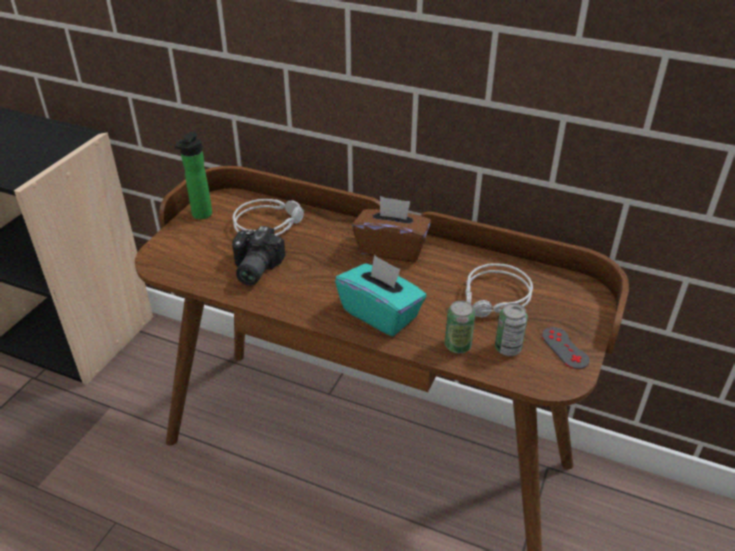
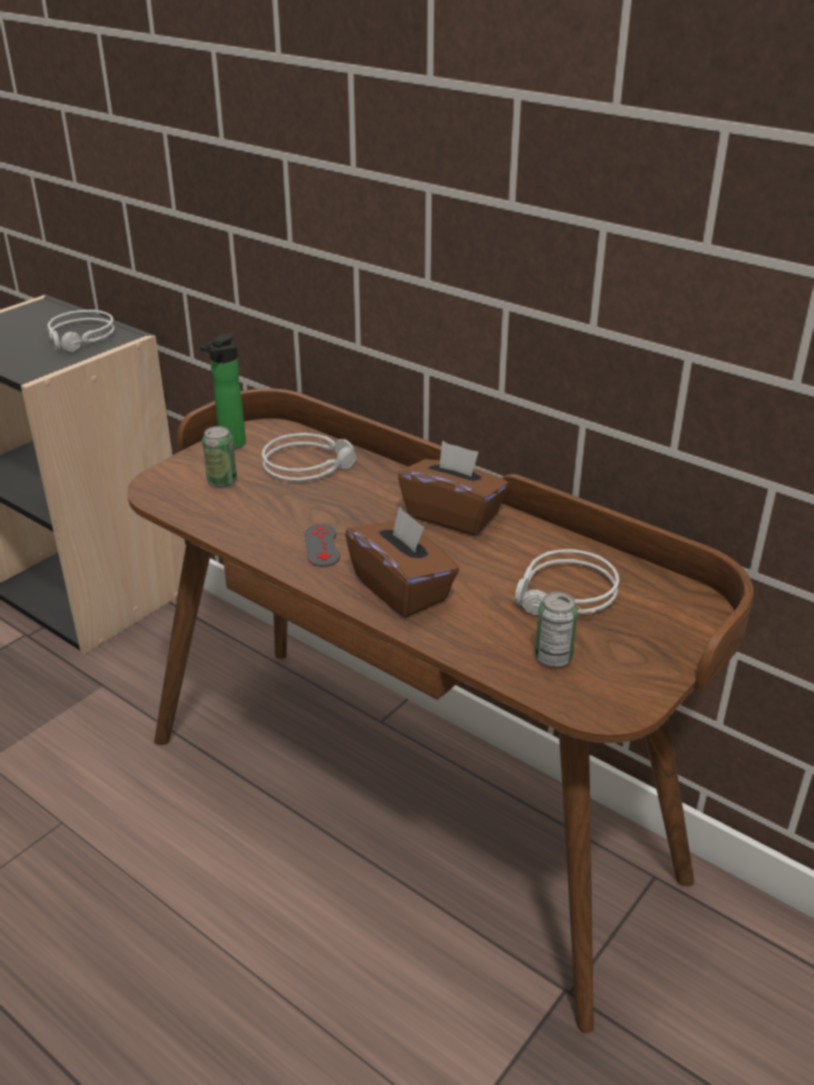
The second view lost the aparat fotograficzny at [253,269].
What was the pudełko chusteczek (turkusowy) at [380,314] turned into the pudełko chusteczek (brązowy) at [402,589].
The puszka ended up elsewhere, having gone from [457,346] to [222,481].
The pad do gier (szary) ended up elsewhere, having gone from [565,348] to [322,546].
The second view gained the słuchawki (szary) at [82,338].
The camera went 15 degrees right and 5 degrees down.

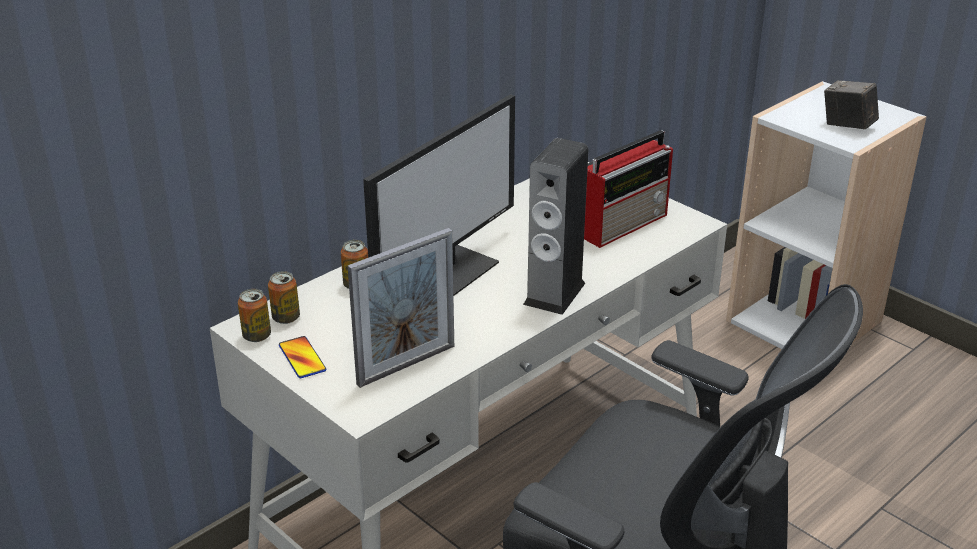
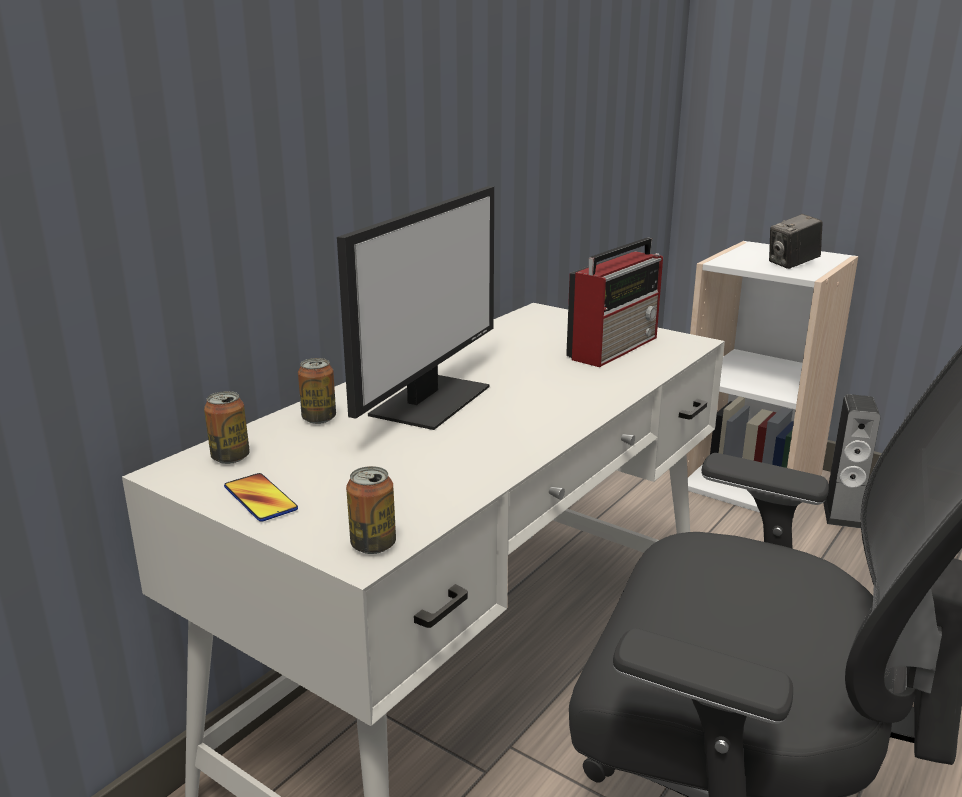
The aparat fotograficzny at [847,126] ended up facing another way, 60 degrees counterclockwise from before.
The głośnik ended up elsewhere, having gone from [554,293] to [842,514].
The second view lost the ramka na zdjęcie at [406,365].
The puszka ended up elsewhere, having gone from [256,336] to [373,545].
The camera went 10 degrees left and 10 degrees down.

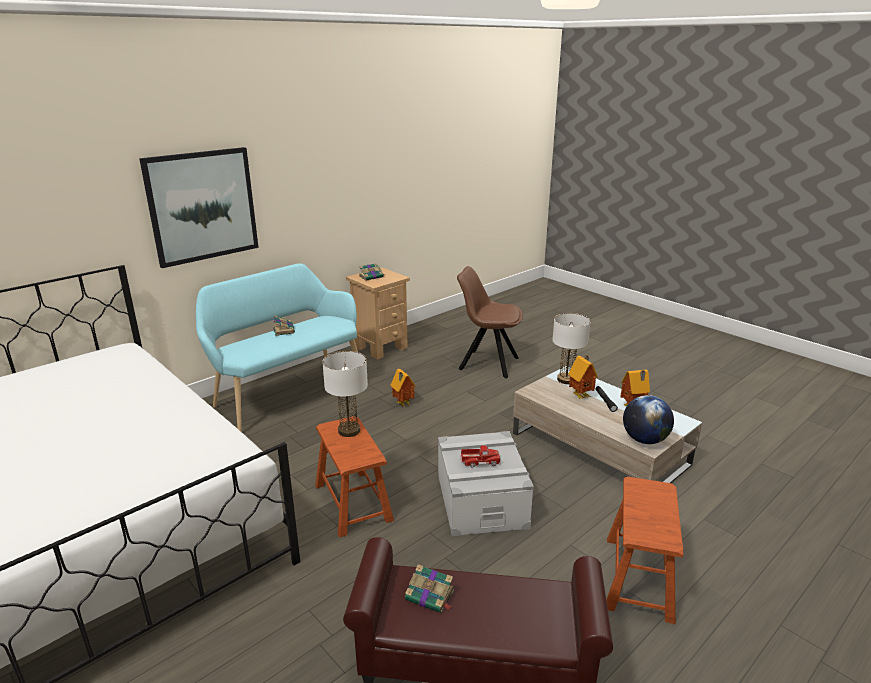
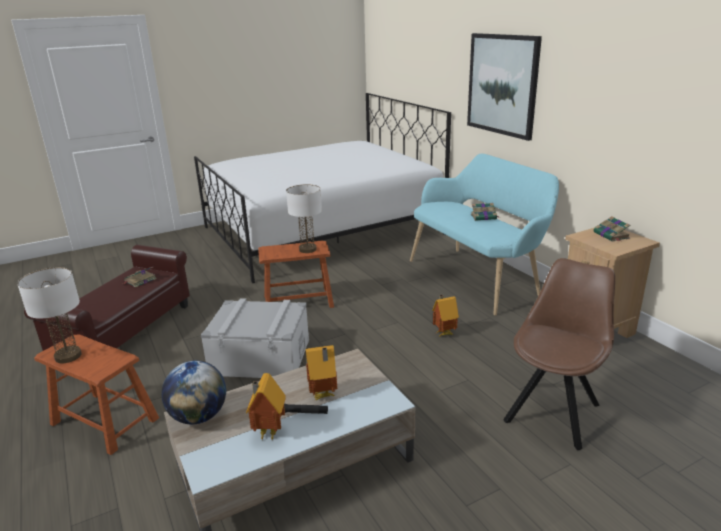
The lampa stołowa ended up elsewhere, having gone from [566,380] to [68,356].
The second view lost the ciężarówka zabawkowa at [480,461].
The camera went 105 degrees right and 0 degrees up.

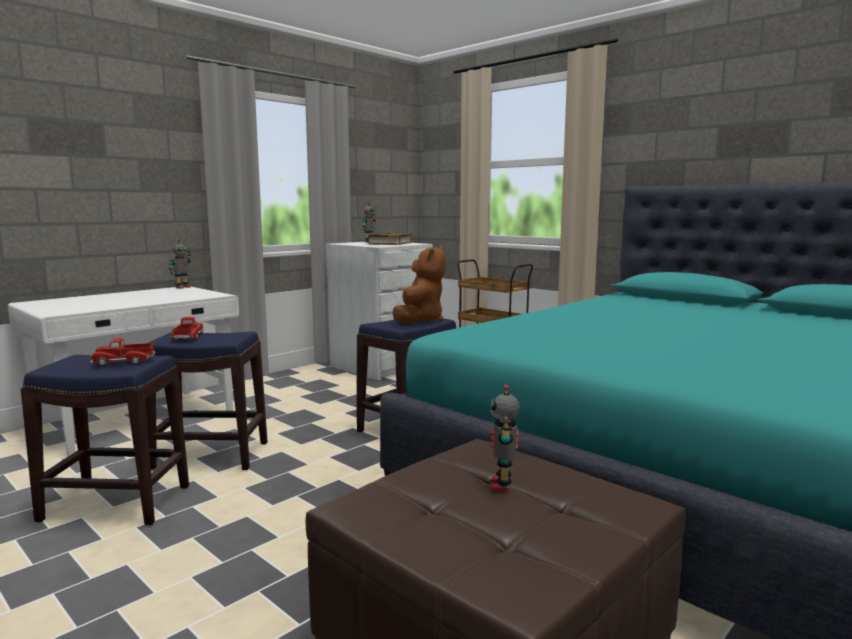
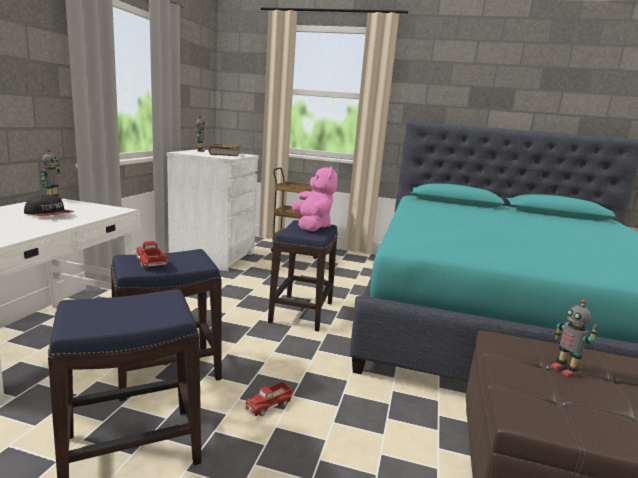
What was the pluszak (brązowy) at [419,320] turned into the pluszak (różowy) at [312,226].
The ciężarówka zabawkowa ended up elsewhere, having gone from [124,362] to [268,405].
The second view gained the czapka z daszkiem at [49,214].
The camera went 30 degrees left and 5 degrees up.

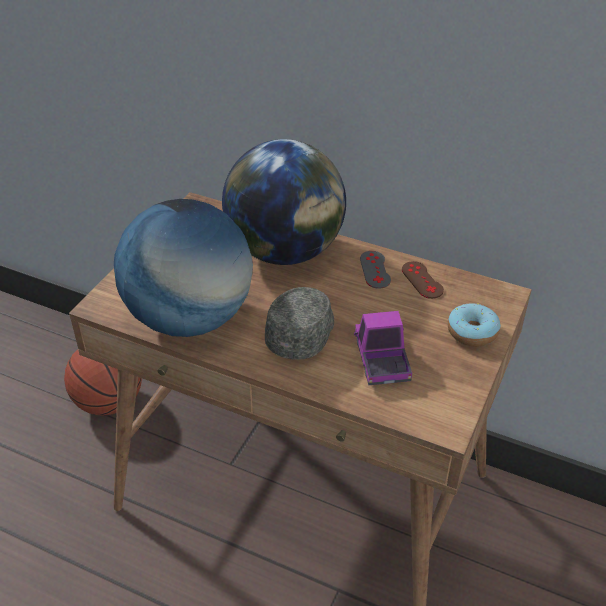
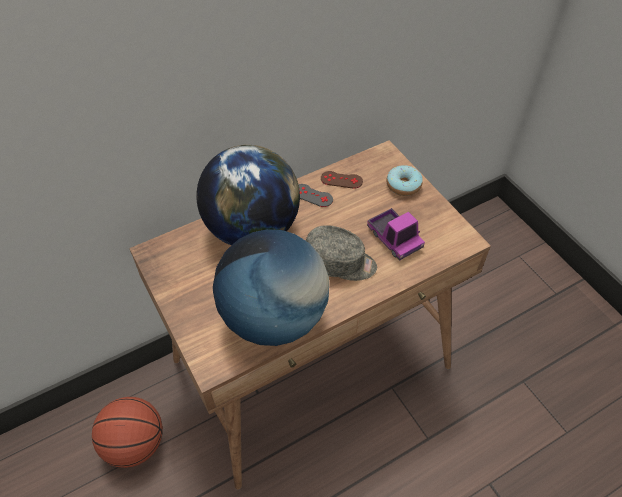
The czapka z daszkiem (szary) at [303,332] ended up facing another way, 135 degrees clockwise from before.
The ciężarówka zabawkowa at [381,360] ended up facing another way, 150 degrees counterclockwise from before.
The camera went 55 degrees left and 10 degrees up.

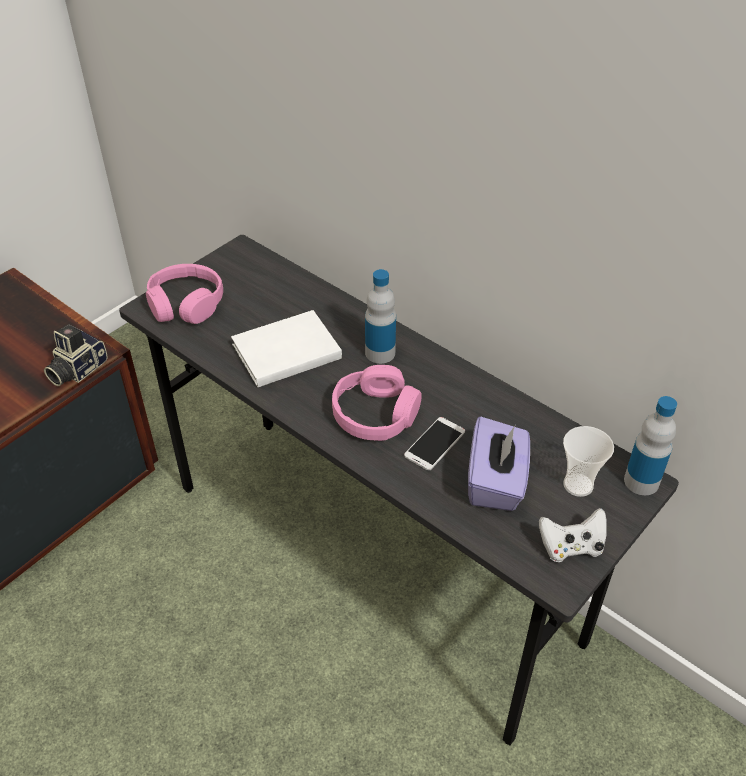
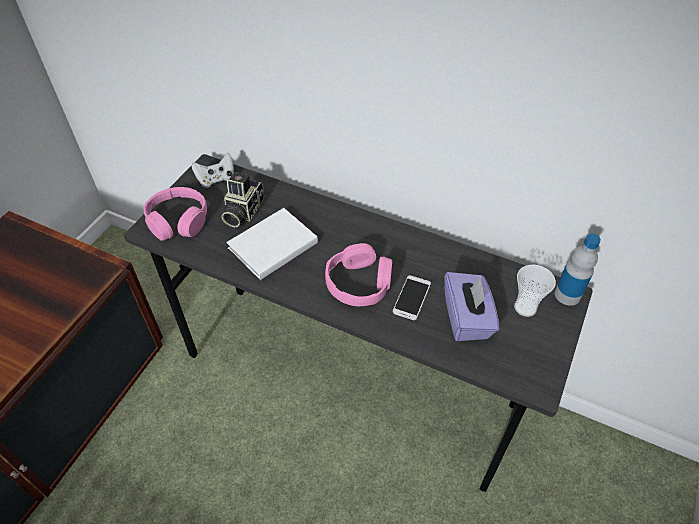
The second view lost the butelka at [380,353].
The aparat fotograficzny ended up elsewhere, having gone from [76,370] to [242,211].
The pad do gier (biały) ended up elsewhere, having gone from [571,547] to [216,179].
The camera went 15 degrees left and 5 degrees up.

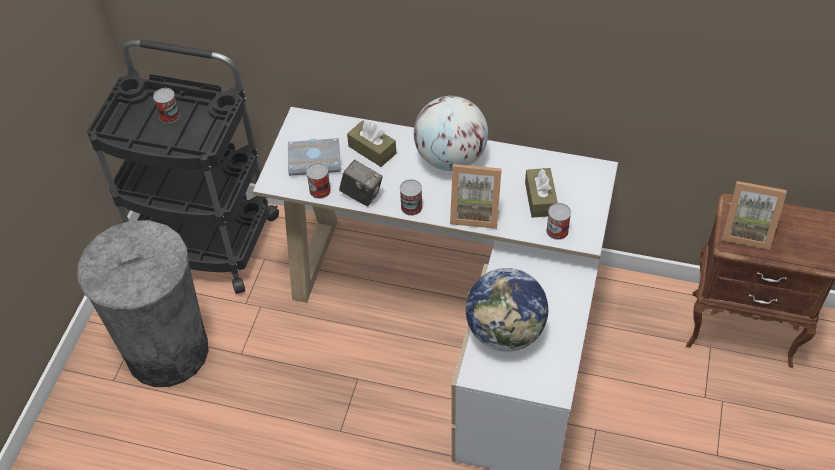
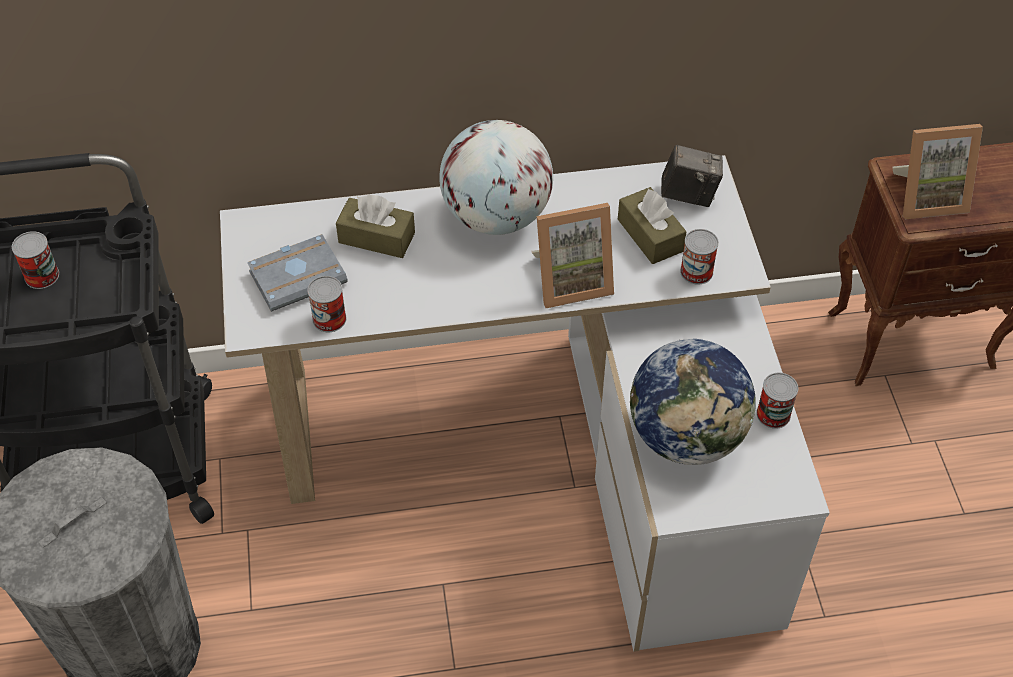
The aparat fotograficzny ended up elsewhere, having gone from [362,195] to [689,195].
The puszka ended up elsewhere, having gone from [411,207] to [773,414].
The camera went 25 degrees left and 0 degrees up.

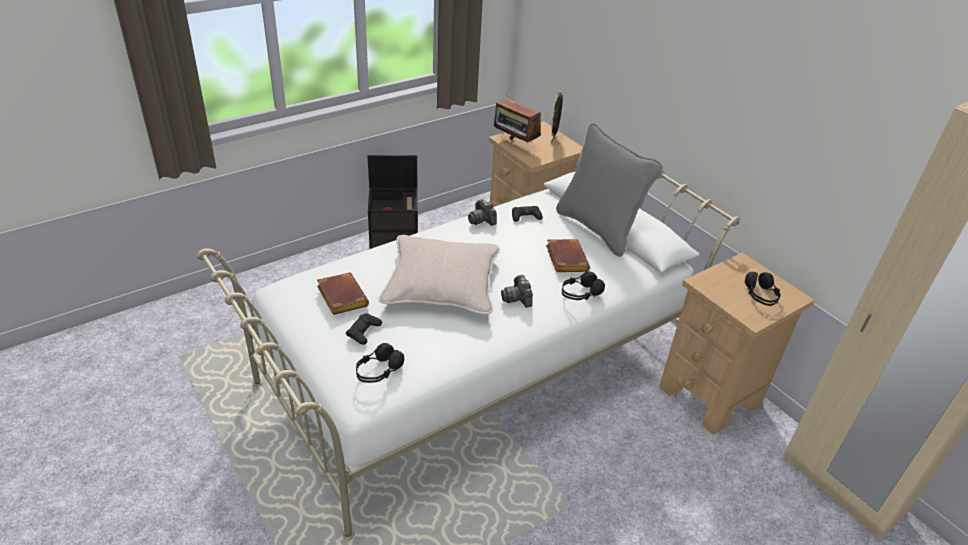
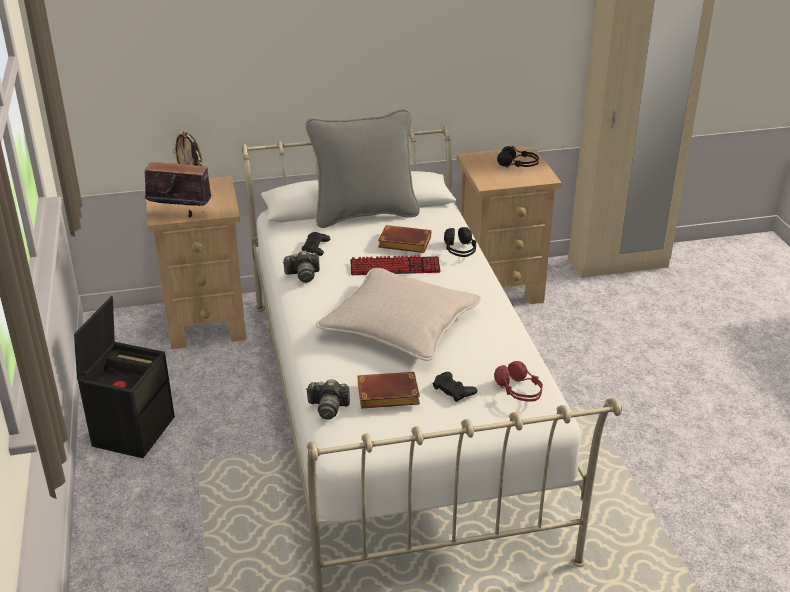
The radio at [515,144] ended up facing another way, 150 degrees counterclockwise from before.
The aparat fotograficzny ended up elsewhere, having gone from [517,298] to [328,407].
What was the słuchawki (czarny) at [378,371] turned into the słuchawki (czerwony) at [519,391].
The second view gained the klawiatura at [395,267].
The camera went 65 degrees left and 5 degrees down.

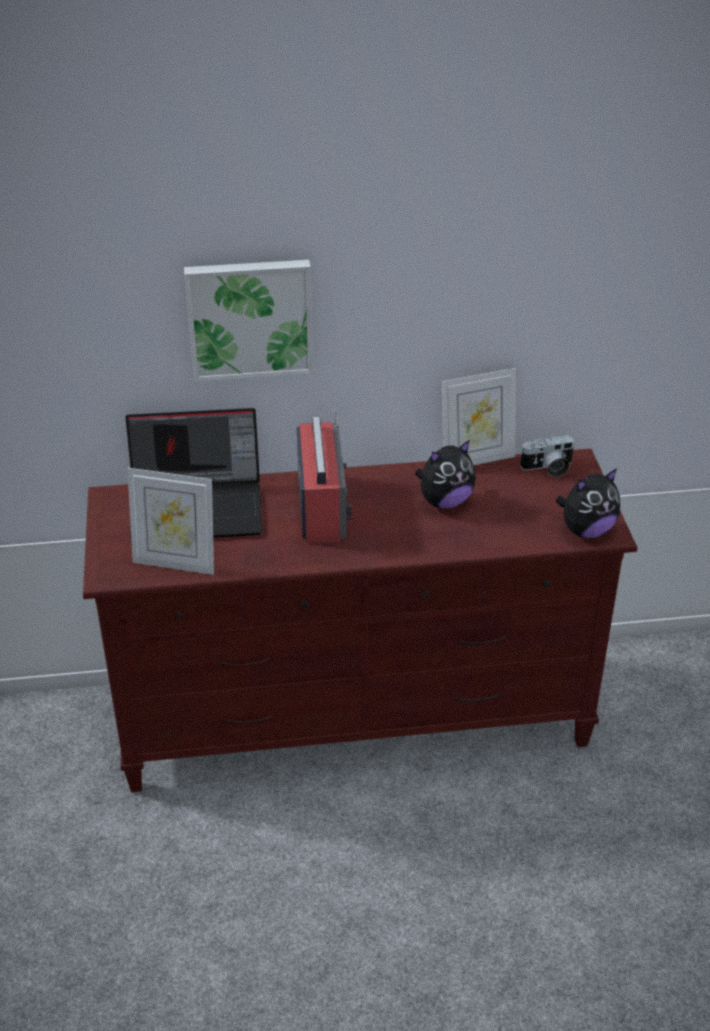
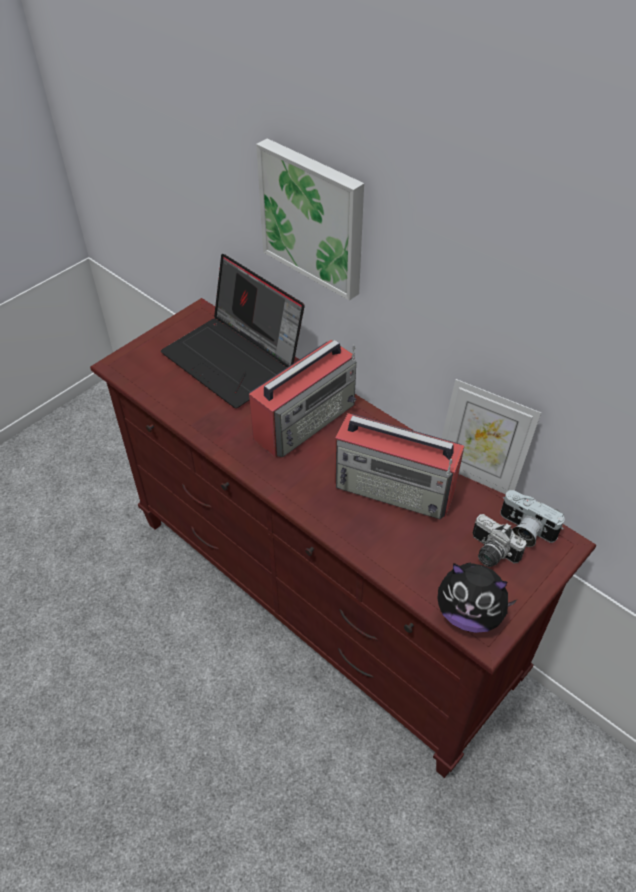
Where the pluszak stood at [444,501], the radio came to stand at [395,489].
The second view lost the ramka na zdjęcie at [175,562].
The second view gained the aparat fotograficzny at [490,553].
The camera went 50 degrees right and 10 degrees up.

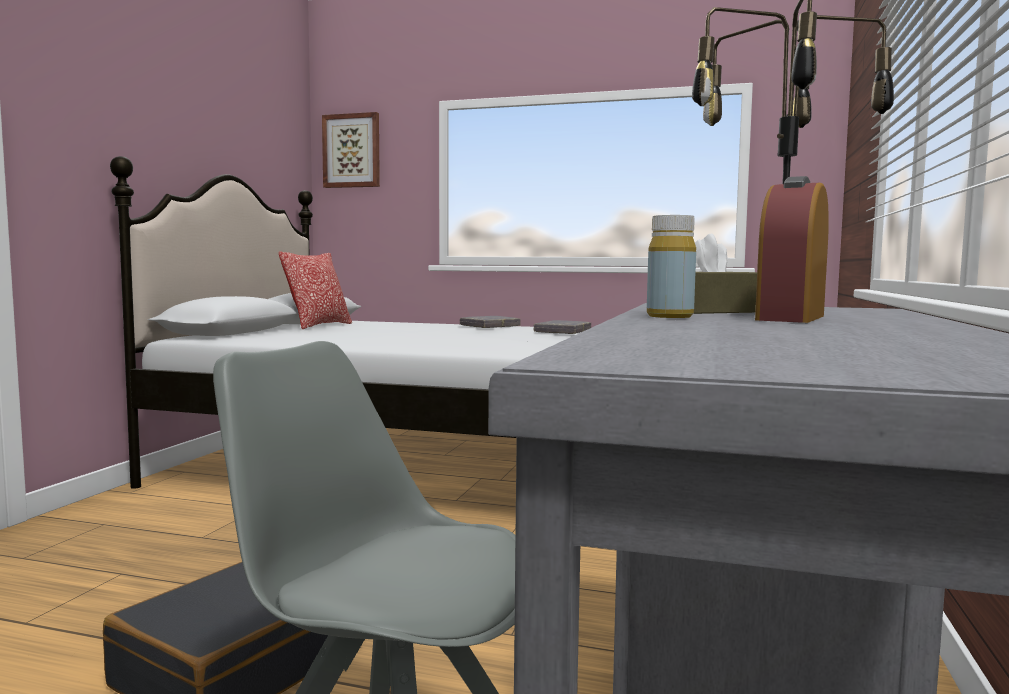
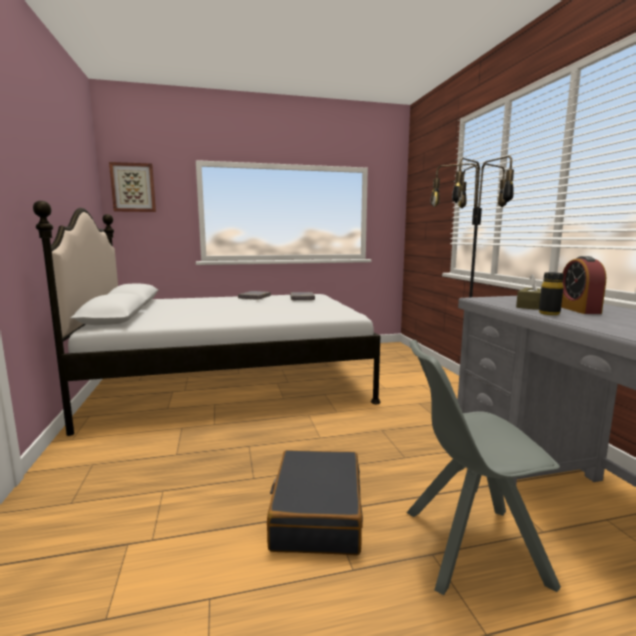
What was the butelka (żółty) at [669,316] turned into the butelka (czarny) at [549,313].
The second view lost the poduszka at [318,326].
The camera went 30 degrees left and 5 degrees up.

